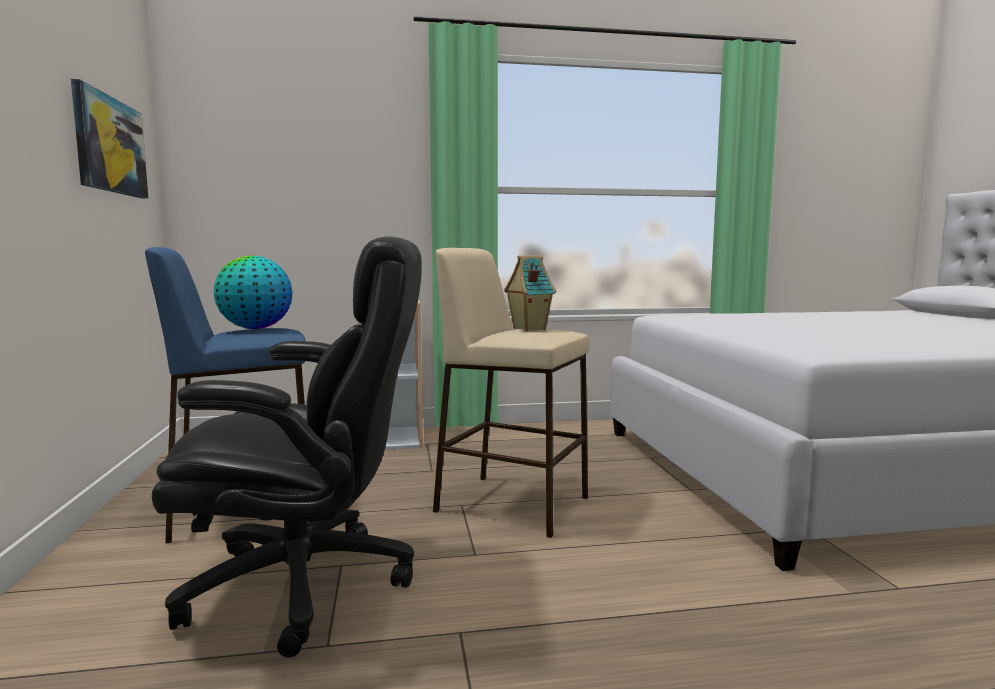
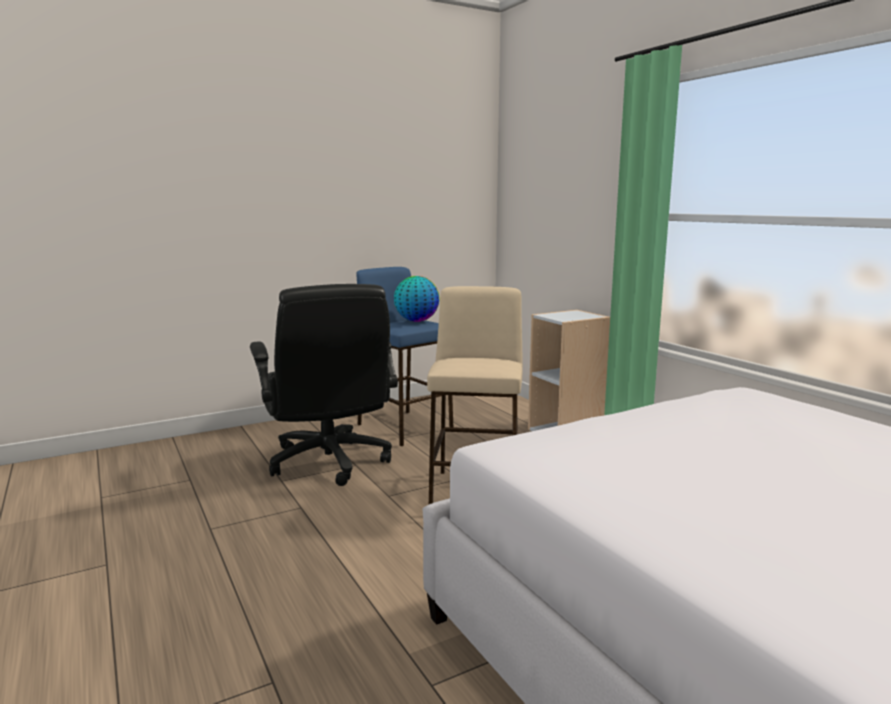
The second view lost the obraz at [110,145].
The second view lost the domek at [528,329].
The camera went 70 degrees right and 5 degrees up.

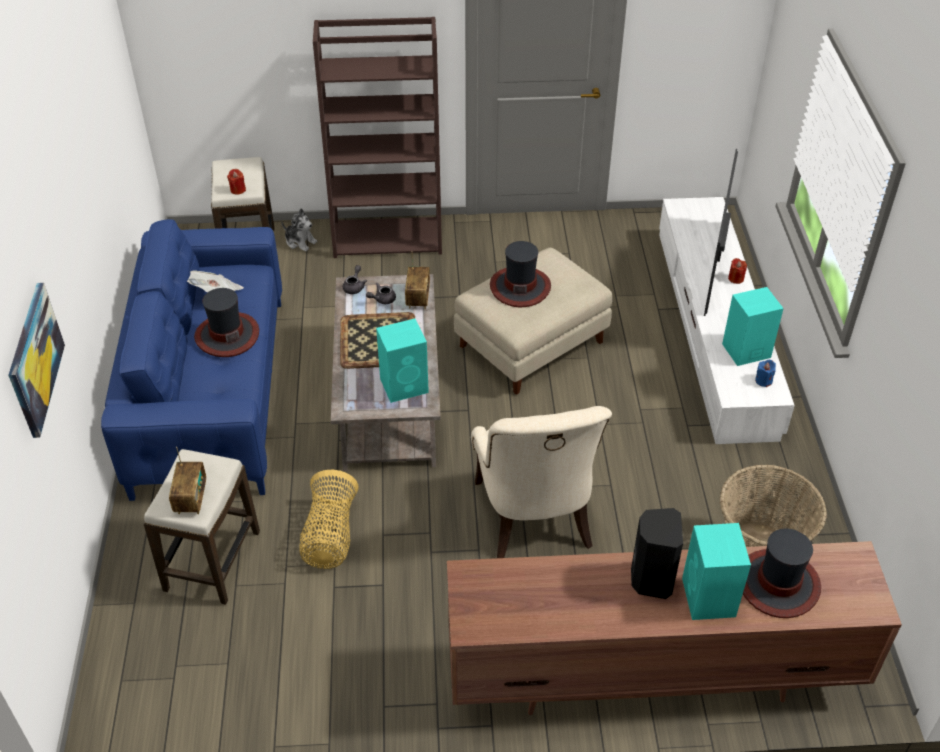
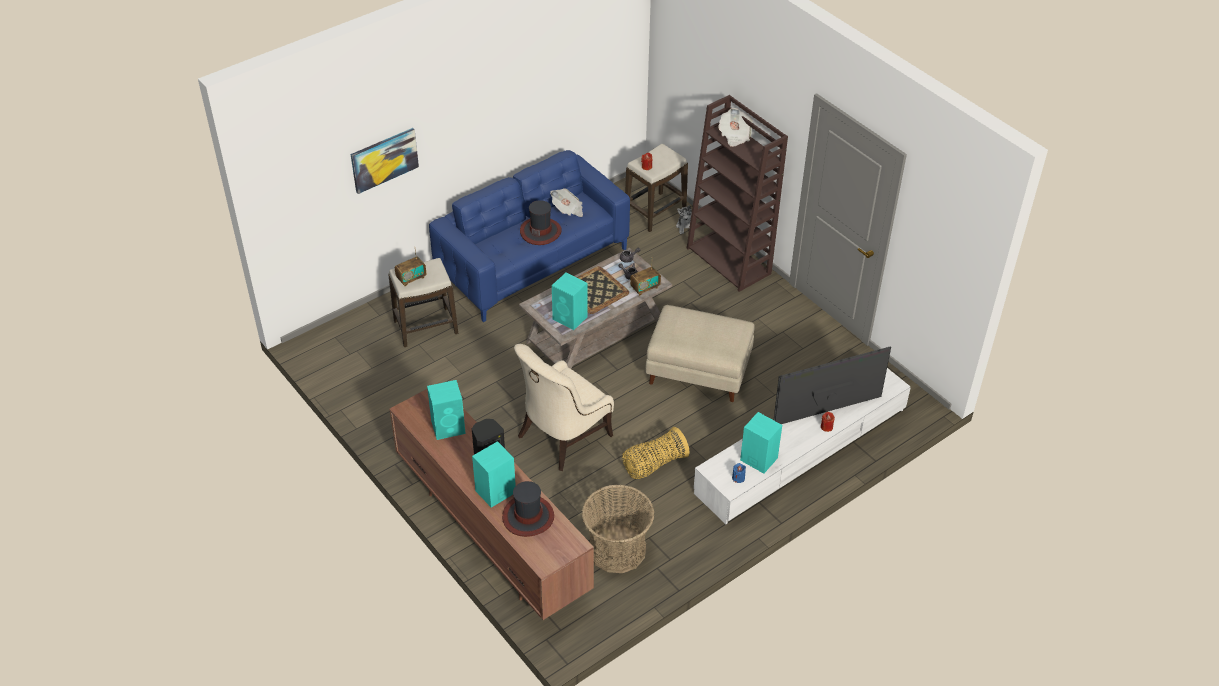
The second view lost the kapelusz at [520,287].
The koszyk ended up elsewhere, having gone from [330,536] to [653,465].
The second view gained the gazeta at [734,135].
The second view gained the głośnik (turkusowy) at [449,427].
The camera went 55 degrees right and 0 degrees up.

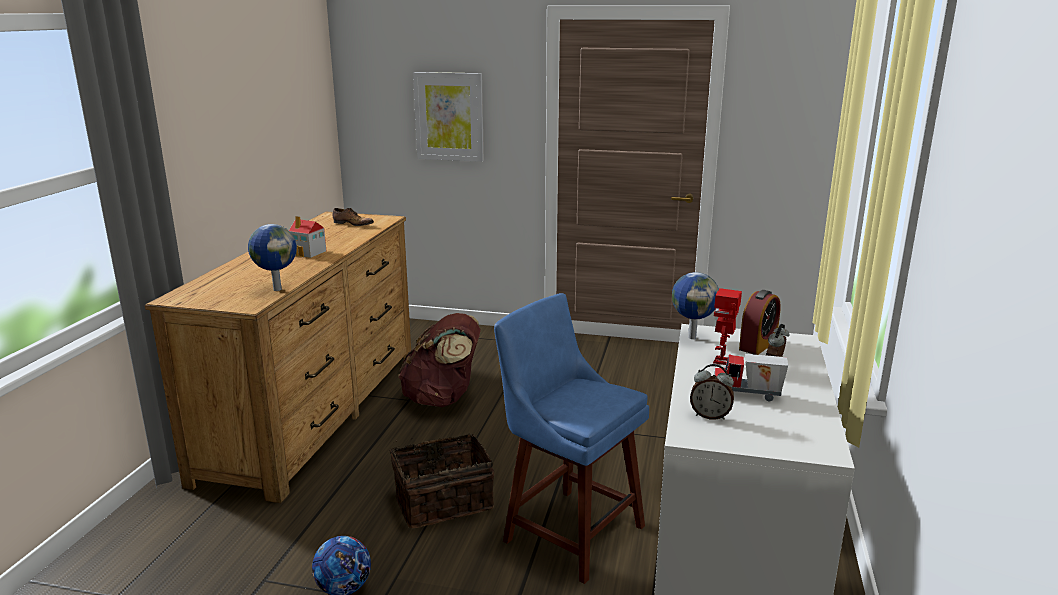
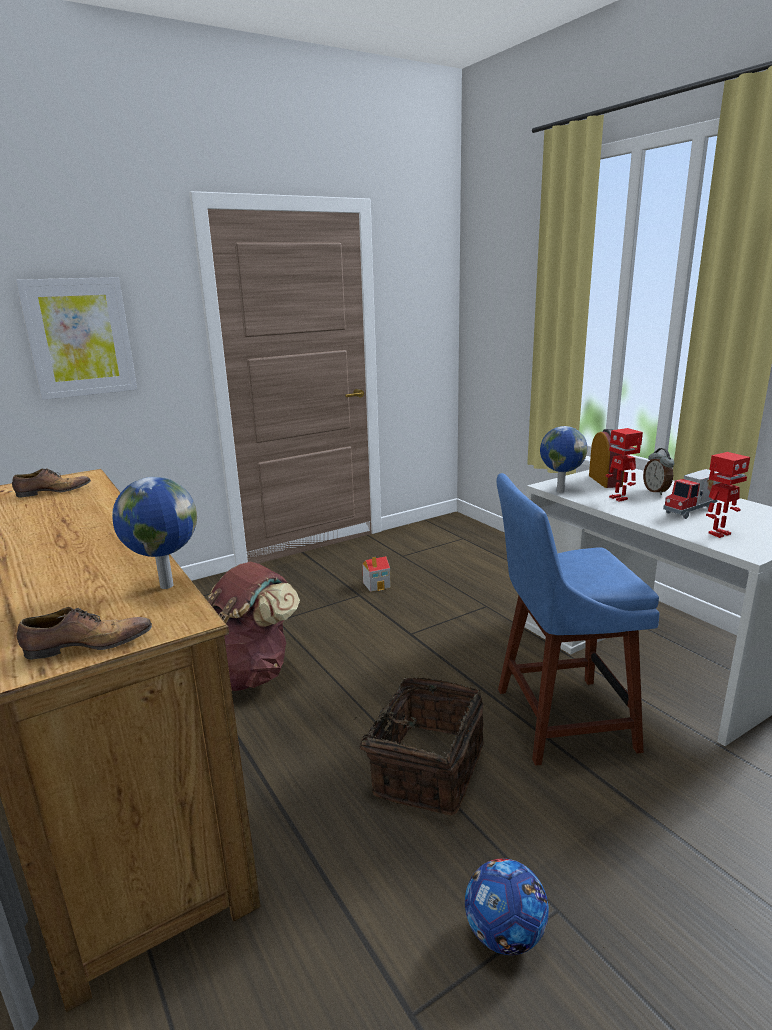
The domek ended up elsewhere, having gone from [309,253] to [377,585].
Where the budzik stood at [710,416], the robot zabawkowy came to stand at [718,533].
The second view gained the but at [86,645].
The camera went 45 degrees left and 0 degrees up.

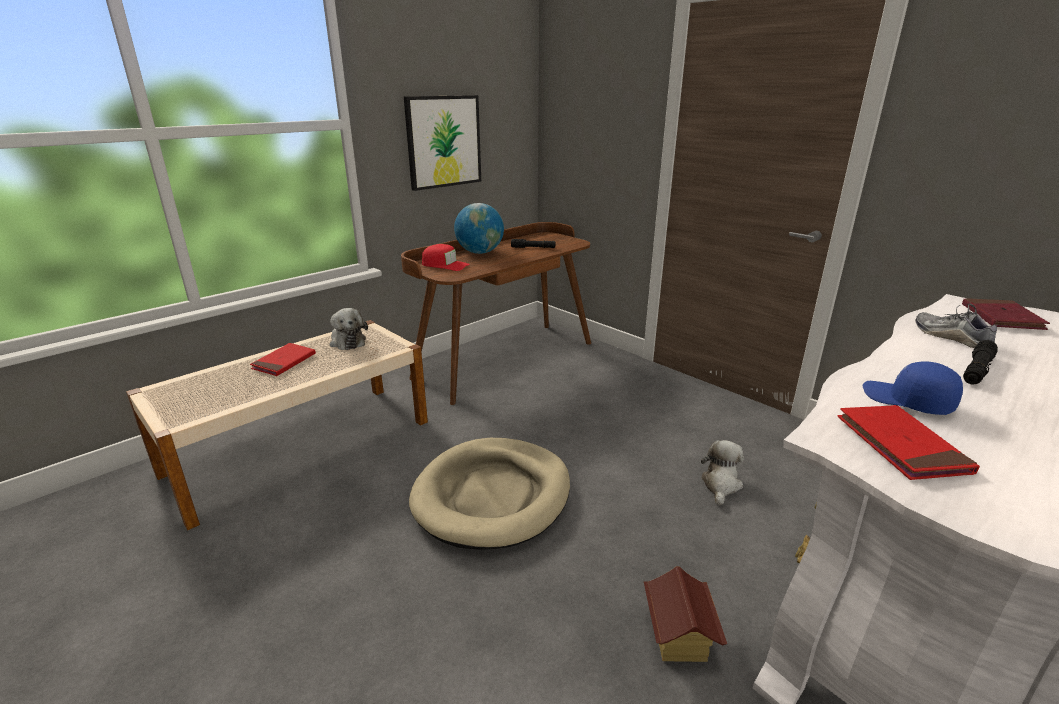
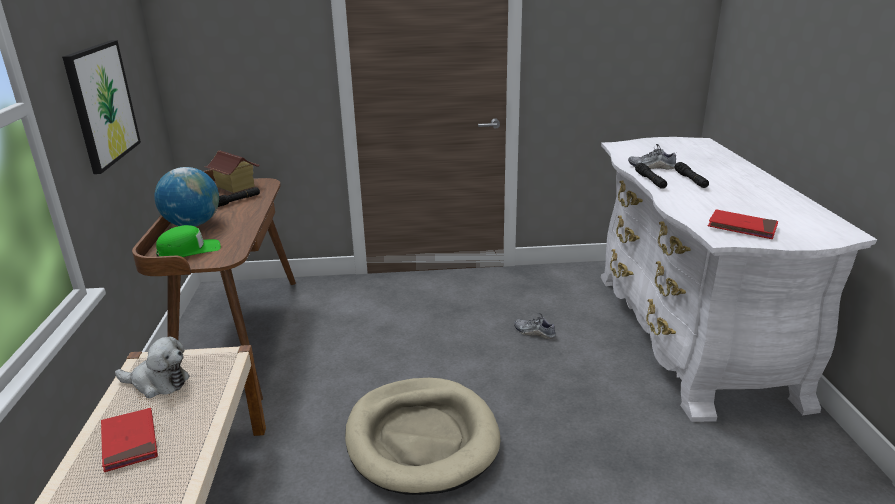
What was the czapka z daszkiem (czerwony) at [445,265] turned into the czapka z daszkiem (zielony) at [189,250].
The second view lost the książka (czerwony) at [1001,318].
The second view lost the czapka z daszkiem (niebieski) at [907,401].
Where the pluszak stood at [720,485], the but came to stand at [534,332].
The domek ended up elsewhere, having gone from [678,637] to [235,186].
The second view gained the latarka (czarny) at [650,181].
The camera went 50 degrees left and 0 degrees up.

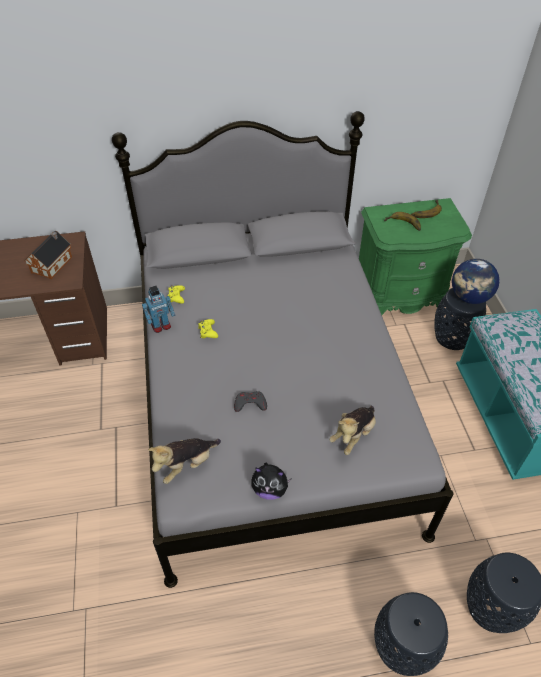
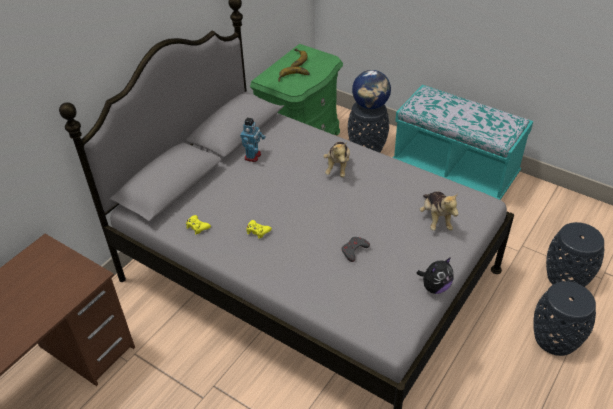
The second view lost the domek at [53,264].
The robot zabawkowy ended up elsewhere, having gone from [161,326] to [253,156].
The pluszak ended up elsewhere, having gone from [186,465] to [337,167].
The camera went 45 degrees left and 5 degrees down.

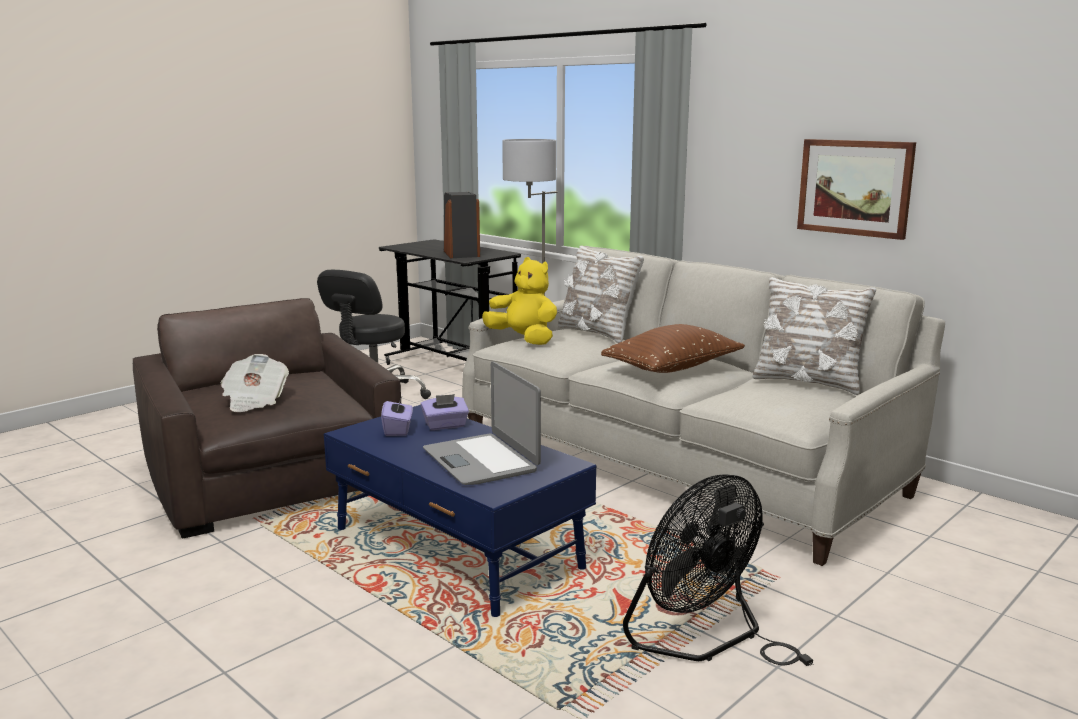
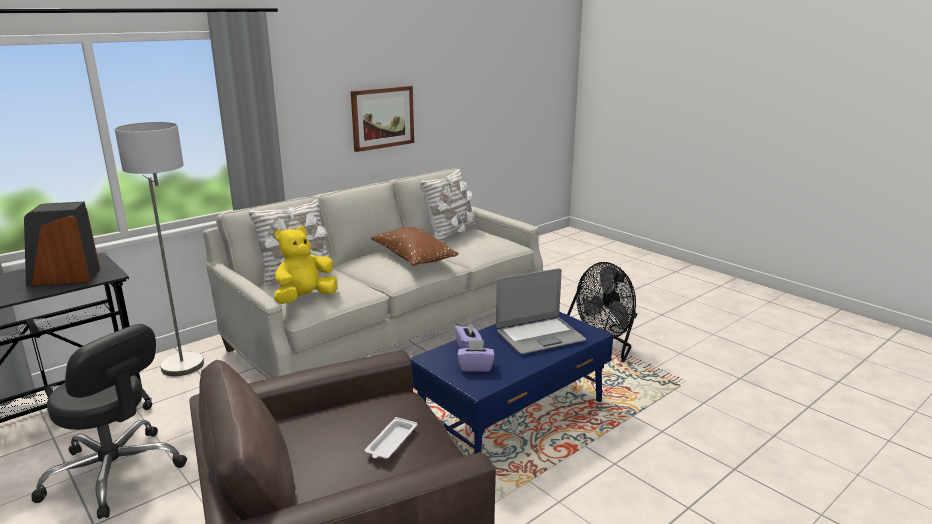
Where the gazeta stood at [254,401], the taca (biały) came to stand at [391,442].
The camera went 85 degrees left and 5 degrees up.

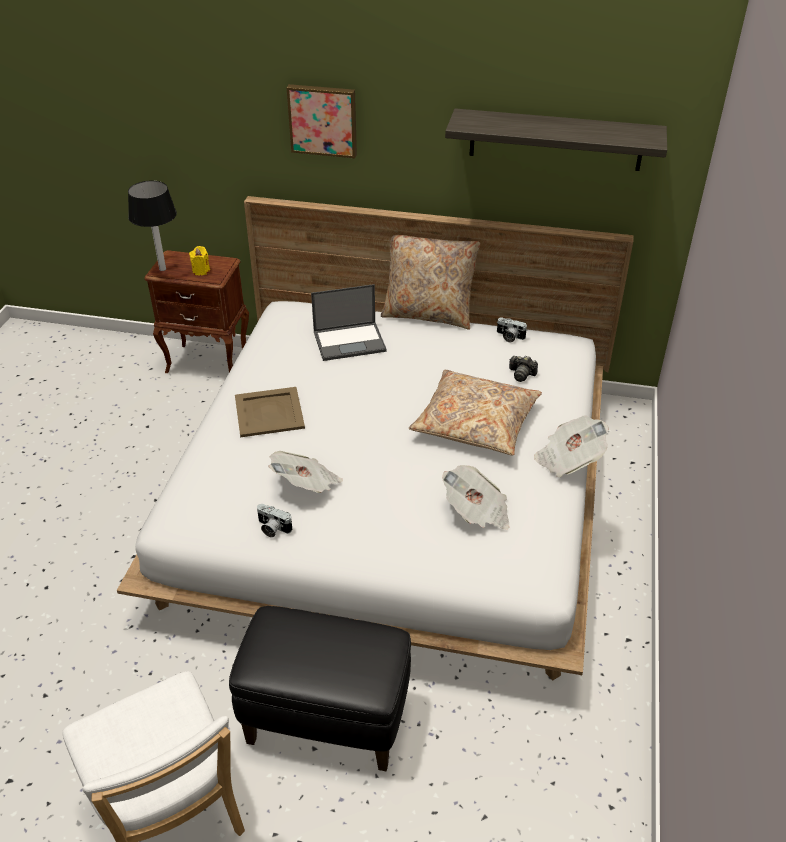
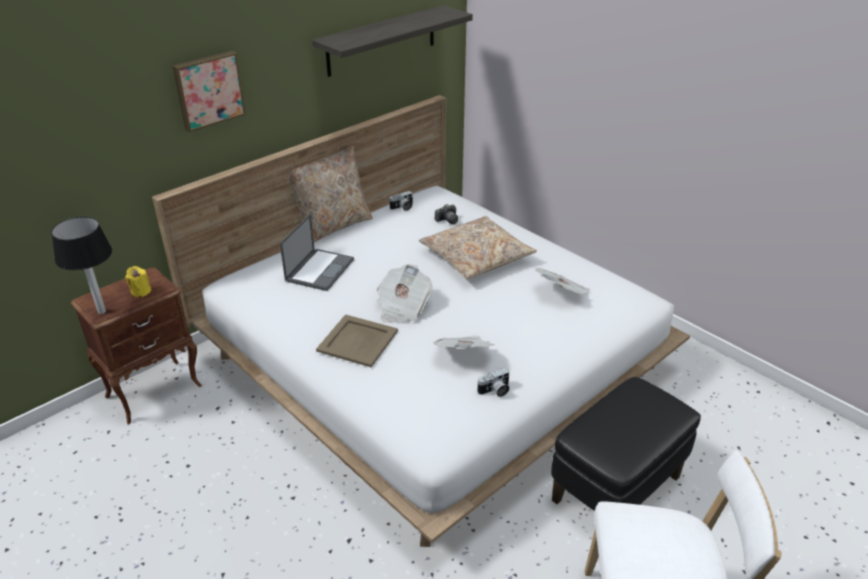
The gazeta ended up elsewhere, having gone from [568,459] to [402,307].
The camera went 55 degrees left and 5 degrees down.

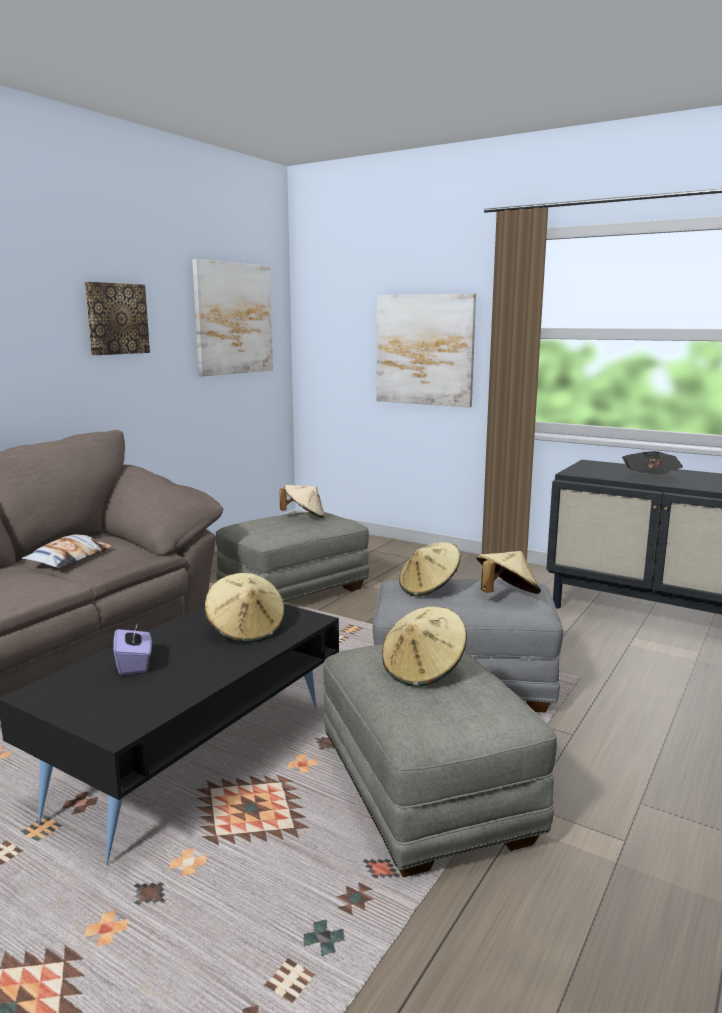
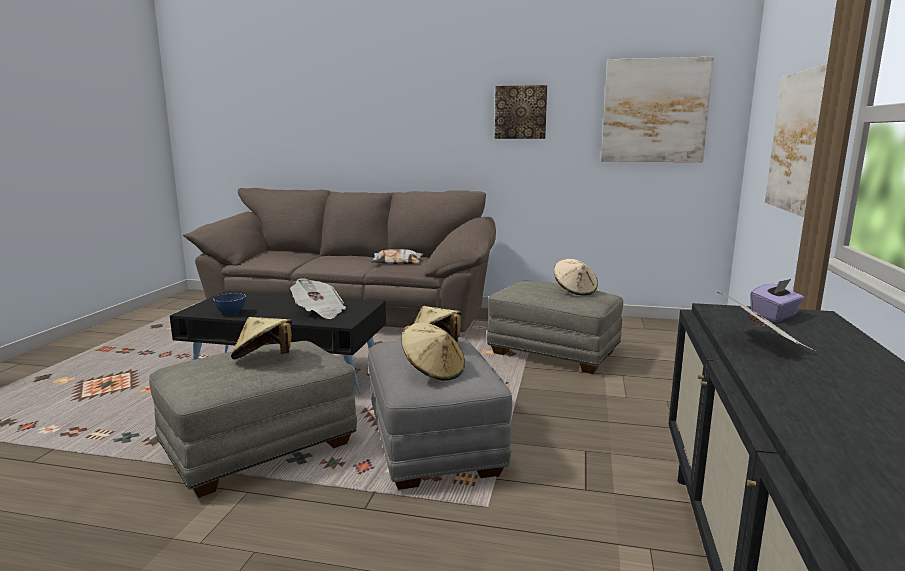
Where the kapelusz (beżowy) stood at [246,630], the gazeta came to stand at [319,312].
The pudełko chusteczek (fioletowy) ended up elsewhere, having gone from [134,664] to [774,316].
The second view gained the miska (niebieski) at [231,313].
The camera went 70 degrees right and 0 degrees up.

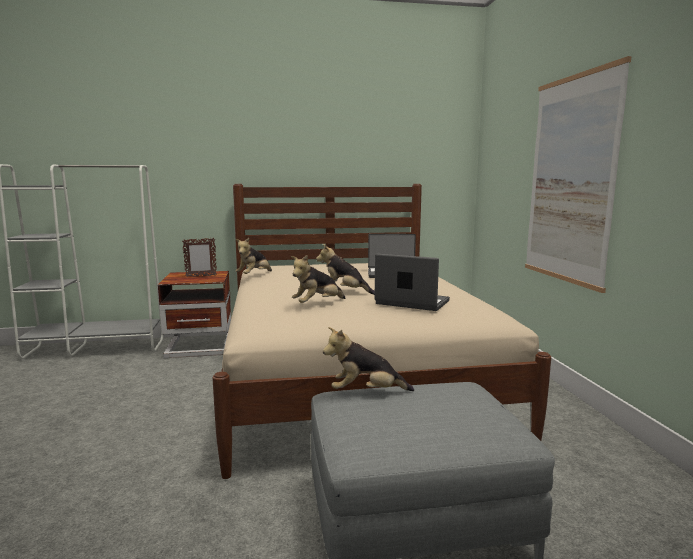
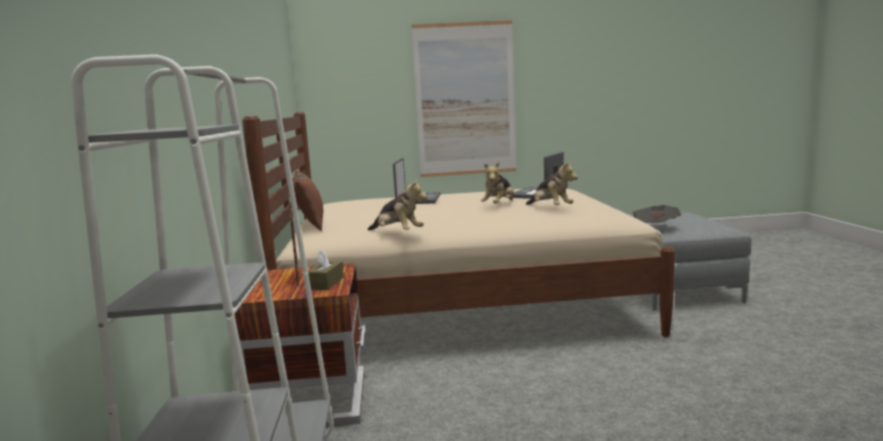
Where the pluszak stood at [366,392], the gazeta came to stand at [655,227].
The second view gained the poduszka (brązowy) at [310,222].
The second view gained the pudełko chusteczek (brązowy) at [326,283].
The camera went 85 degrees left and 0 degrees up.

